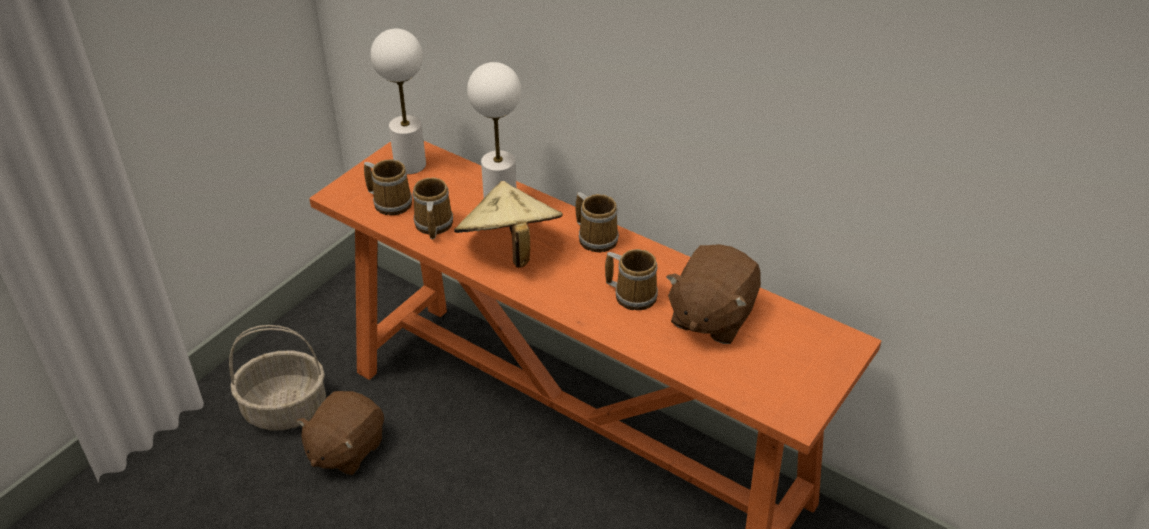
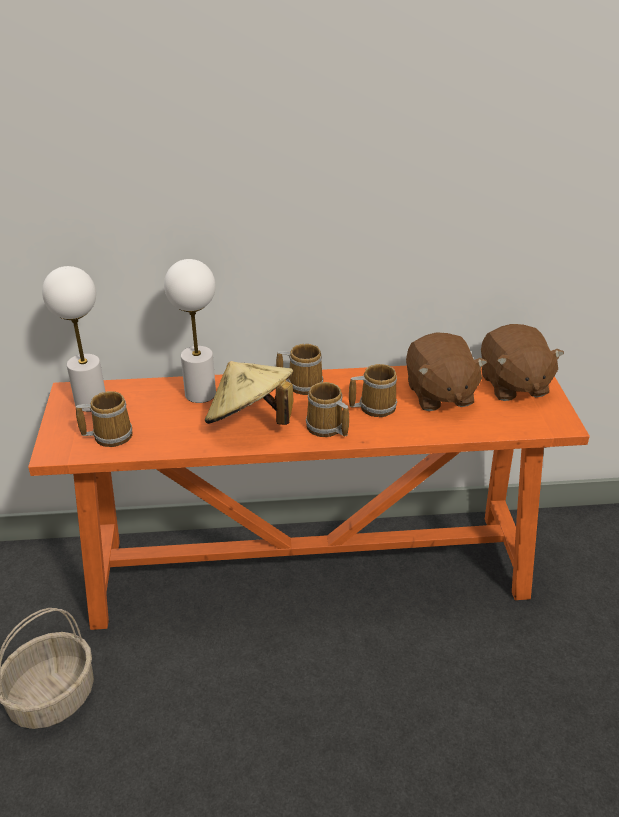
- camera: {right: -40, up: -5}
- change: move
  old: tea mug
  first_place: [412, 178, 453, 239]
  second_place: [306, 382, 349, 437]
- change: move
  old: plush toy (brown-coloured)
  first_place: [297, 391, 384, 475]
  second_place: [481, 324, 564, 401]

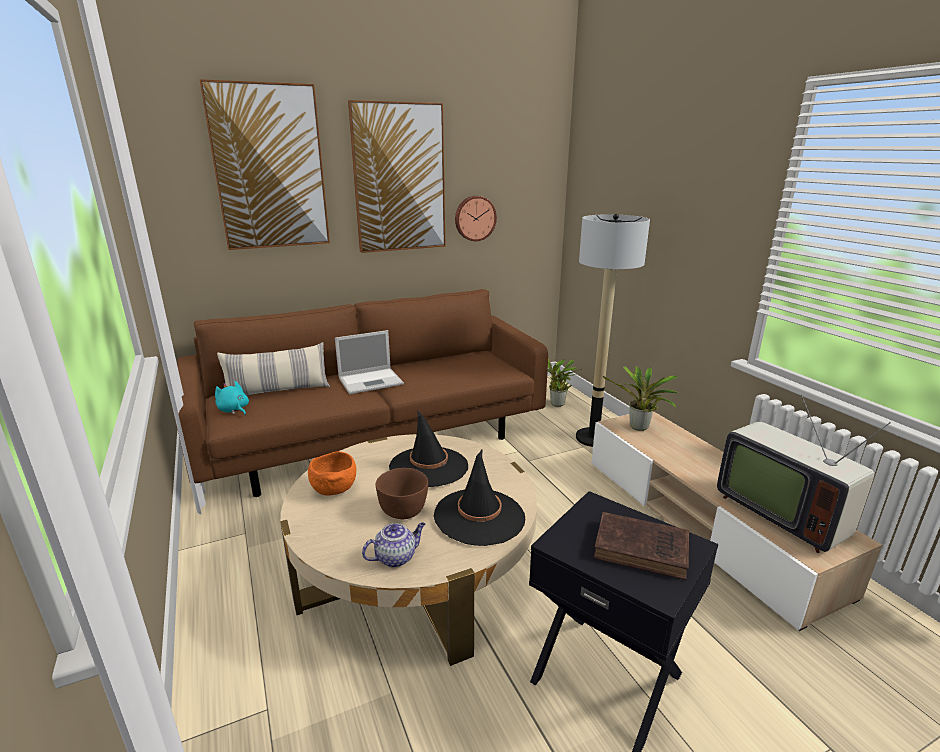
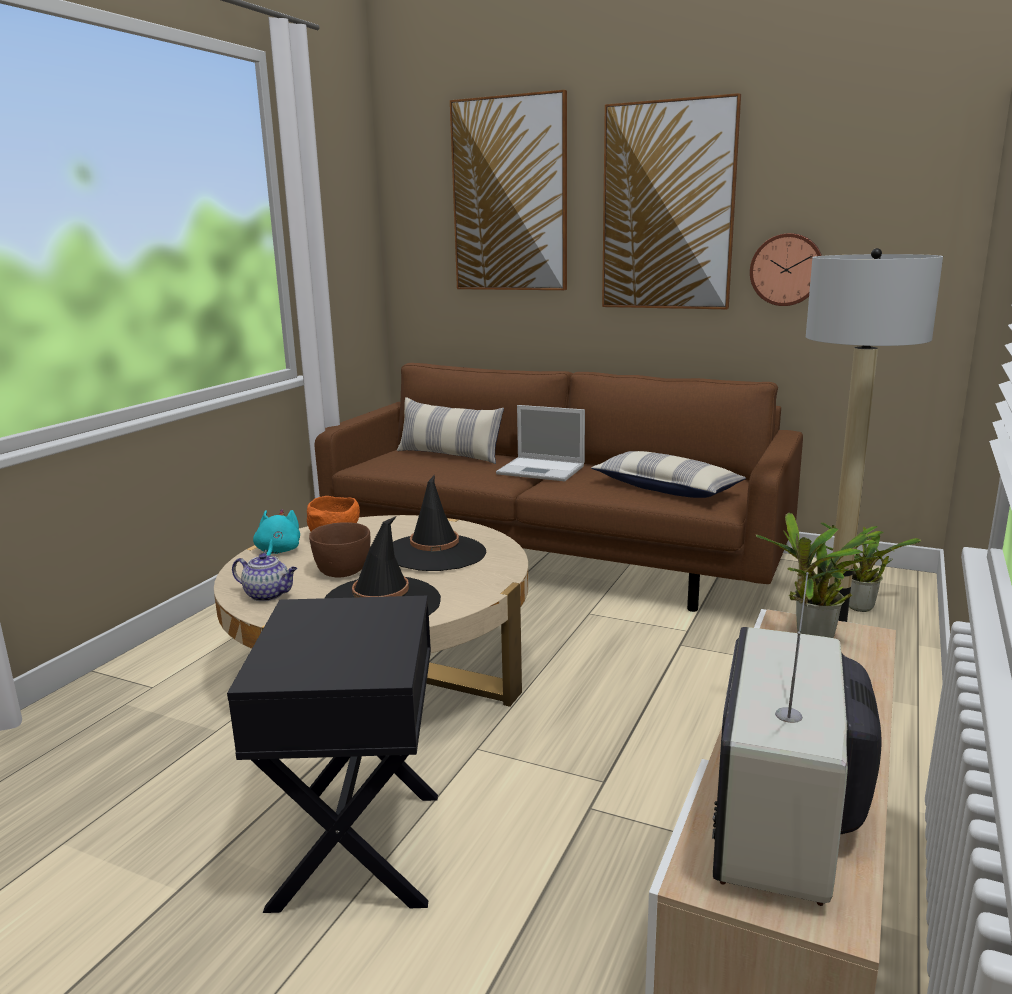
- camera: {right: 50, up: -5}
- change: move
  old: plush toy (blue-green)
  first_place: [215, 381, 249, 415]
  second_place: [253, 509, 300, 556]
- change: insert
  new: pillow
  second_place: [591, 451, 746, 498]
- change: delete
  old: bound book (brown-coloured)
  first_place: [594, 512, 689, 580]

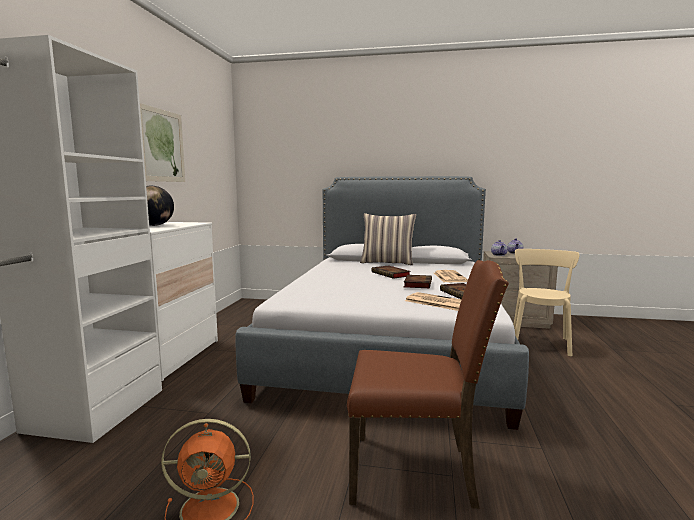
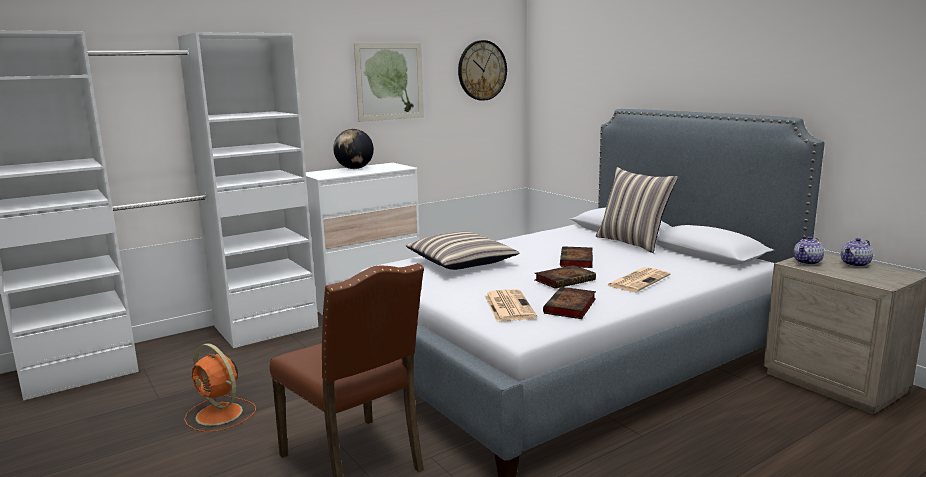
- camera: {right: 45, up: 5}
- change: insert
  new: pillow
  second_place: [406, 231, 520, 270]
- change: insert
  new: wall clock
  second_place: [458, 40, 507, 101]
- change: delete
  old: chair (beige)
  first_place: [513, 249, 579, 357]

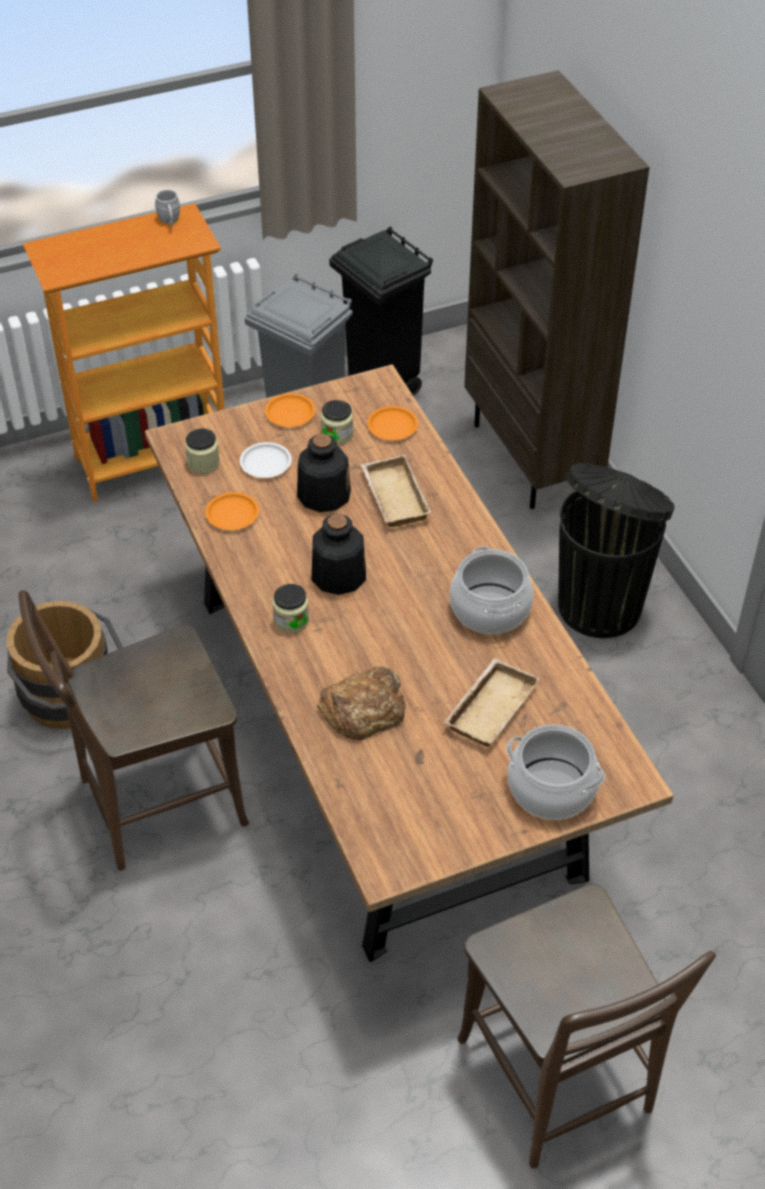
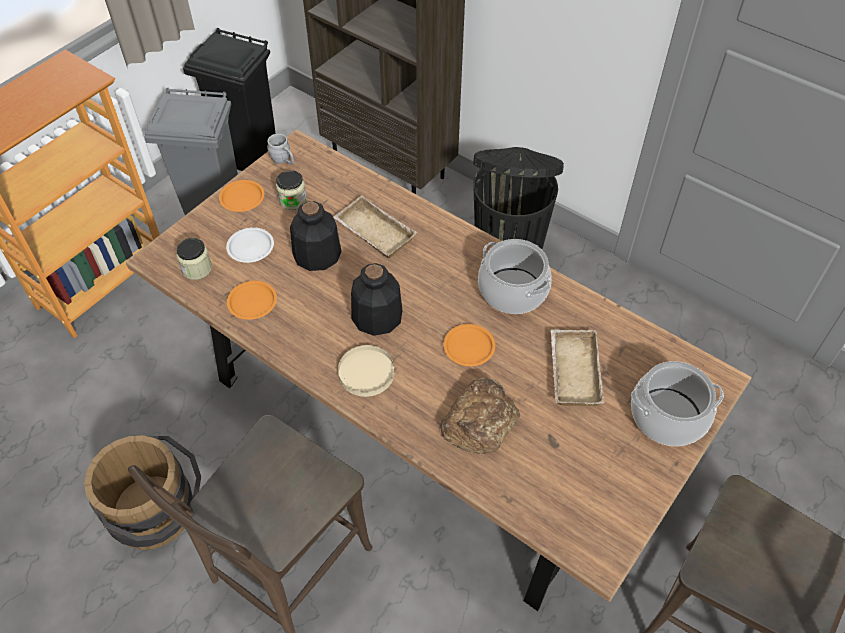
- camera: {right: -30, up: 5}
- change: move
  old: tea mug (grey)
  first_place: [155, 189, 180, 226]
  second_place: [267, 134, 294, 165]
- change: replace
  old: jar
  new: plate (beige)
  first_place: [273, 584, 309, 633]
  second_place: [338, 345, 395, 397]
- change: move
  old: plate (orange)
  first_place: [367, 406, 418, 440]
  second_place: [443, 324, 495, 366]

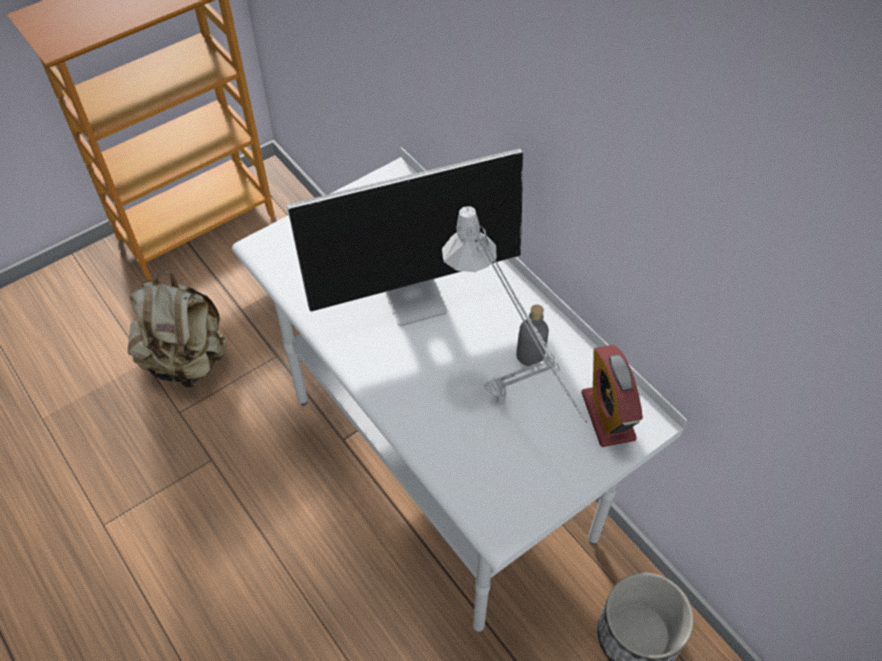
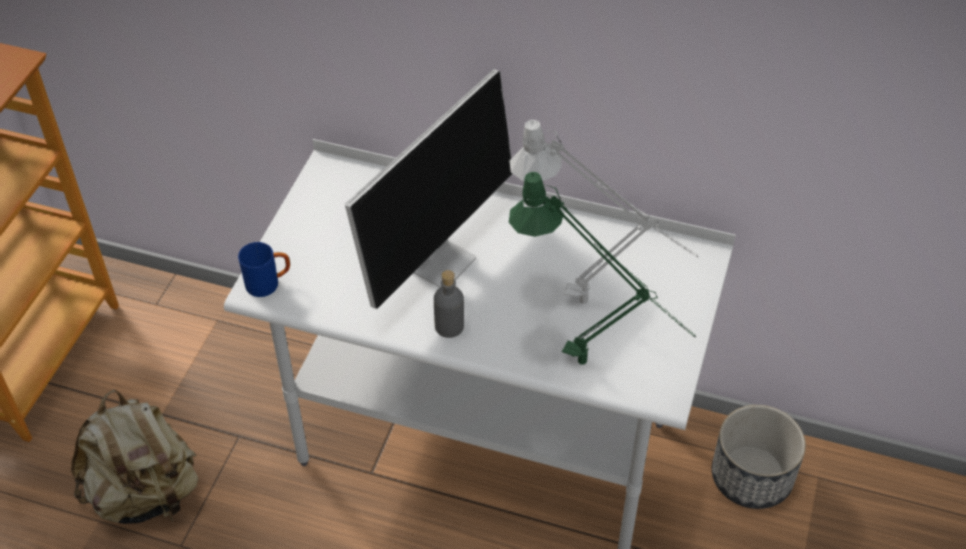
- camera: {right: -35, up: -5}
- change: insert
  new: tea mug (blue-coloured)
  second_place: [238, 242, 290, 297]
- change: move
  old: bottle (grey)
  first_place: [516, 305, 549, 366]
  second_place: [434, 270, 464, 338]
- change: insert
  new: table lamp (greenish)
  second_place: [509, 172, 696, 365]
- change: delete
  old: table clock
  first_place: [581, 345, 643, 447]

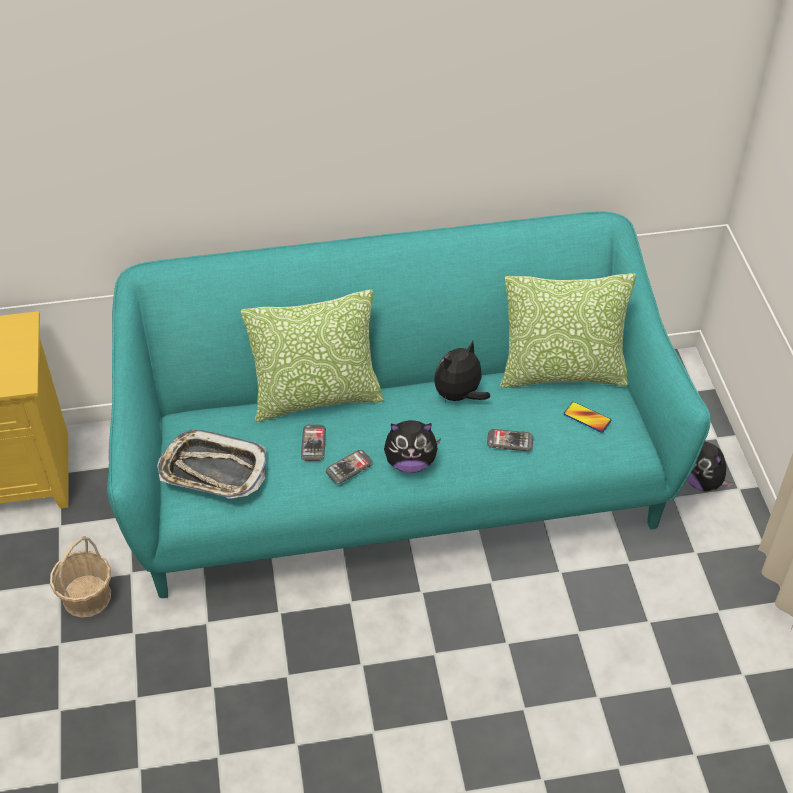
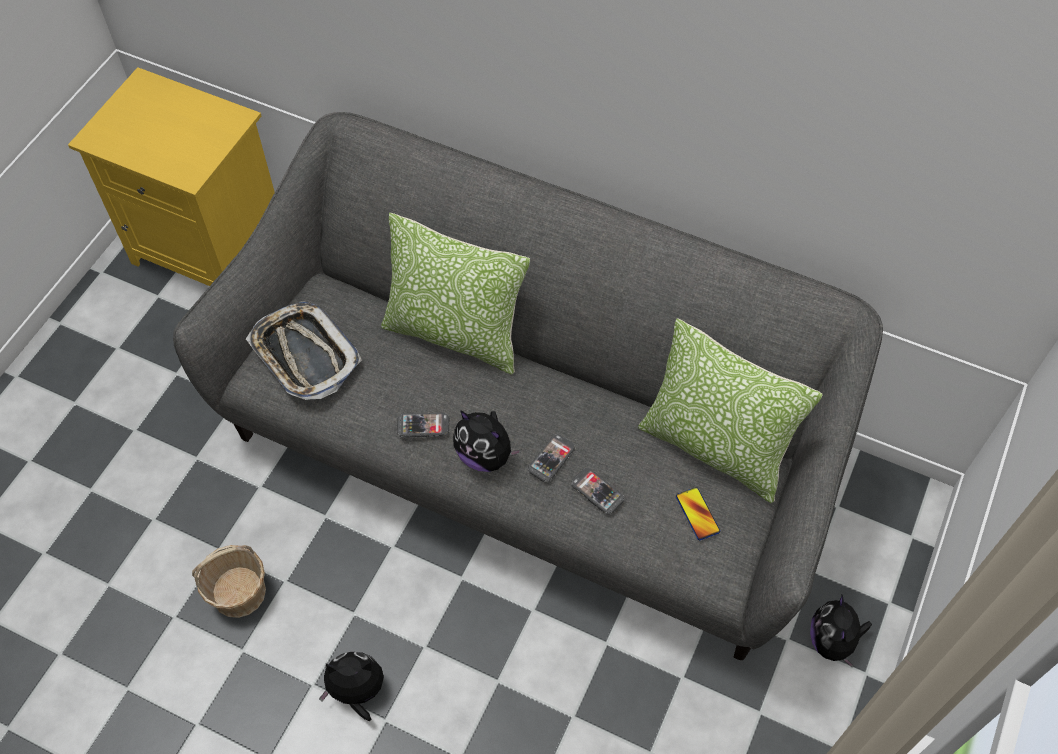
- camera: {right: 35, up: 10}
- change: recolor
  old: settee (blue-green)
  new: settee (grey)
  first_place: [107, 211, 710, 598]
  second_place: [173, 112, 883, 660]
- change: move
  old: basket
  first_place: [50, 536, 111, 618]
  second_place: [192, 545, 266, 618]
- change: move
  old: plush toy
  first_place: [434, 341, 490, 403]
  second_place: [319, 652, 384, 721]
- change: move
  old: handset
  first_place: [301, 425, 326, 461]
  second_place: [528, 434, 575, 482]

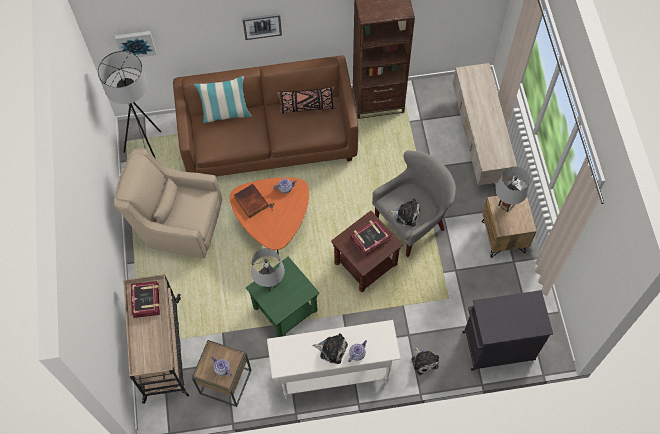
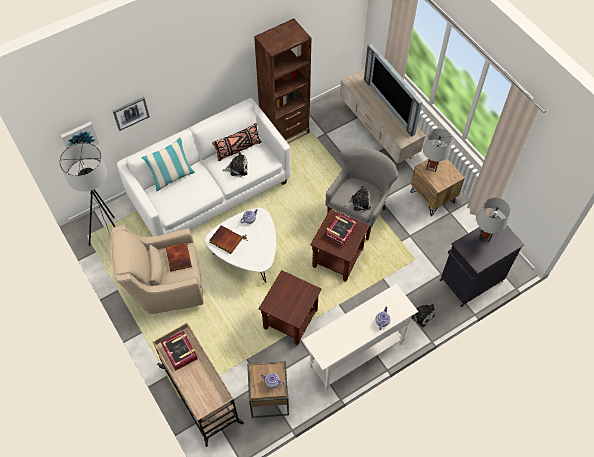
- camera: {right: -25, up: -5}
- change: move
  old: wall art
  first_place: [242, 13, 282, 40]
  second_place: [113, 97, 150, 131]
- change: recolor
  old: settee (brown-coloured)
  new: settee (white-coloured)
  first_place: [173, 56, 358, 176]
  second_place: [117, 98, 291, 236]
- change: insert
  new: bound book
  second_place: [166, 242, 192, 271]
- change: recolor
  old: low table (orange)
  new: low table (white-coloured)
  first_place: [230, 177, 309, 261]
  second_place: [205, 208, 276, 283]
- change: move
  old: plush toy
  first_place: [313, 333, 348, 364]
  second_place: [222, 152, 248, 177]
- change: recolor
  old: side table (greenish)
  new: side table (brown-coloured)
  first_place: [246, 257, 319, 337]
  second_place: [258, 270, 322, 345]
- change: insert
  new: TV set
  second_place: [364, 44, 422, 137]
- change: move
  old: table lamp (grey)
  first_place: [251, 248, 285, 292]
  second_place: [477, 198, 510, 242]

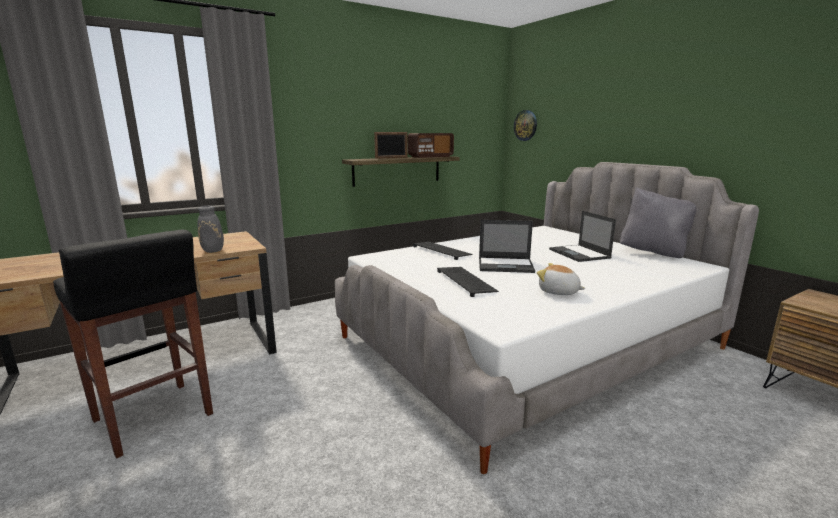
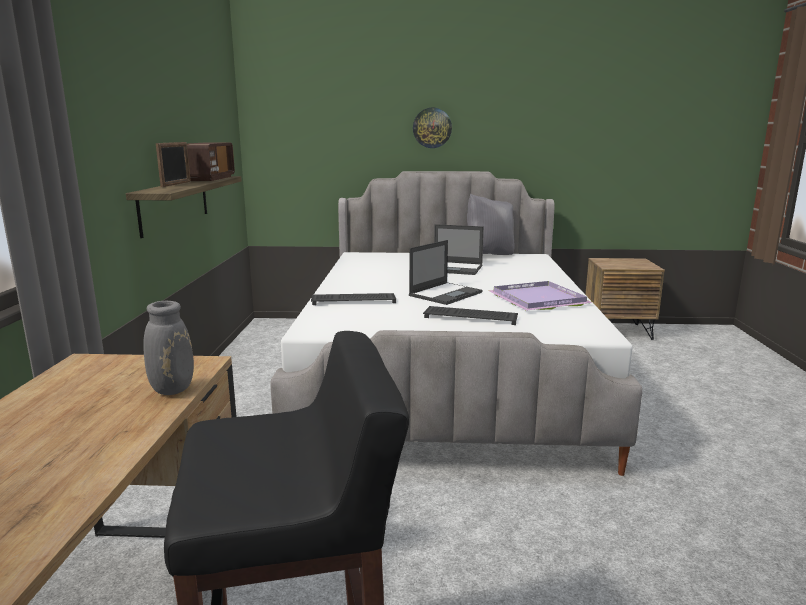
- camera: {right: -55, up: 0}
- change: move
  old: wall clock
  first_place: [514, 110, 537, 141]
  second_place: [413, 108, 452, 148]
- change: replace
  old: plush toy
  new: carrying tray (purple)
  first_place: [537, 263, 585, 295]
  second_place: [488, 281, 594, 311]

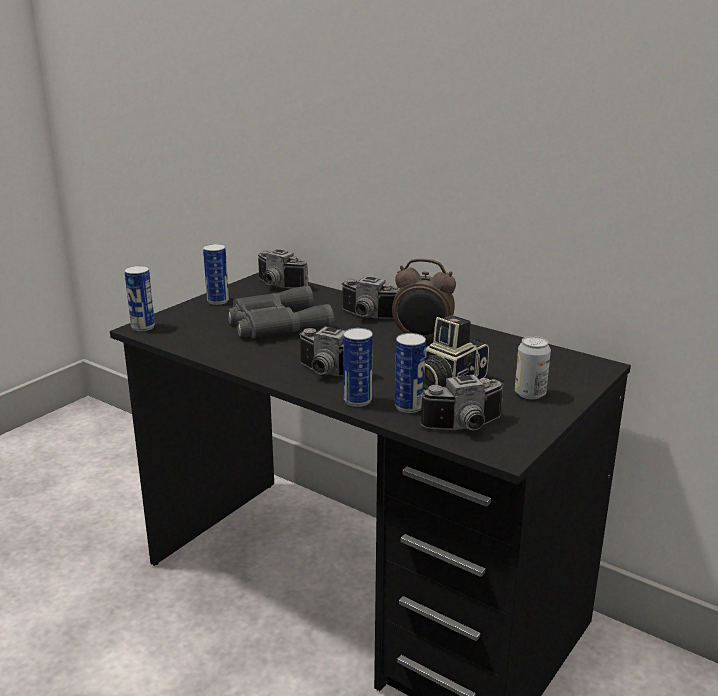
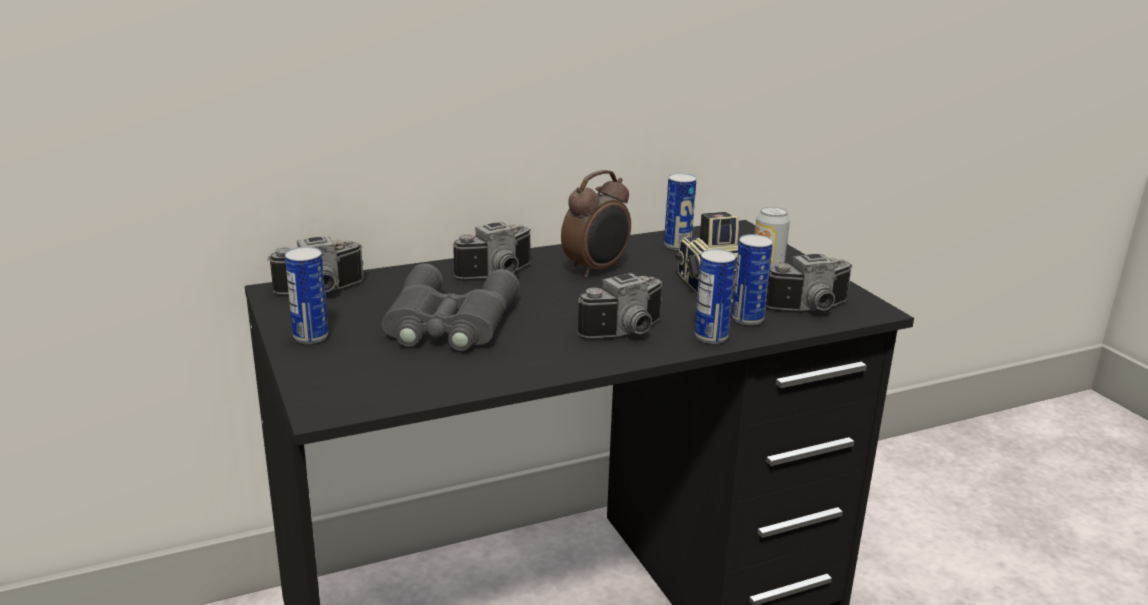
- camera: {right: -60, up: 0}
- change: move
  old: sealed can
  first_place: [124, 265, 155, 331]
  second_place: [664, 173, 697, 250]
- change: rotate
  old: photo camera
  first_place: [420, 374, 504, 430]
  second_place: [766, 254, 852, 311]
  degrees: 60

